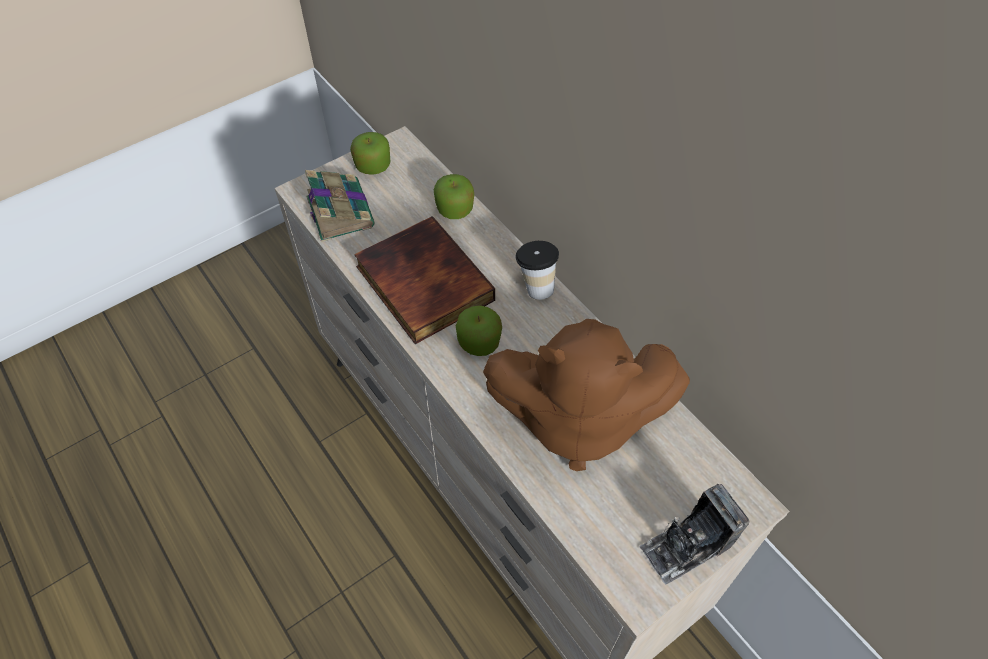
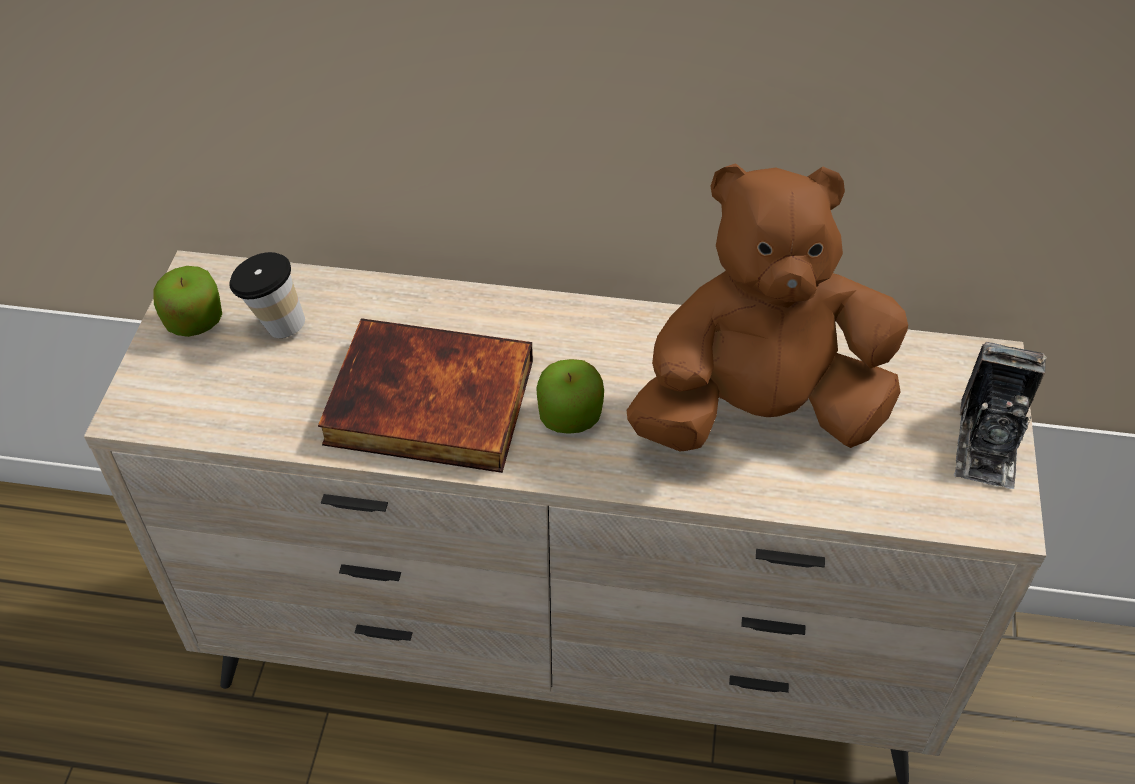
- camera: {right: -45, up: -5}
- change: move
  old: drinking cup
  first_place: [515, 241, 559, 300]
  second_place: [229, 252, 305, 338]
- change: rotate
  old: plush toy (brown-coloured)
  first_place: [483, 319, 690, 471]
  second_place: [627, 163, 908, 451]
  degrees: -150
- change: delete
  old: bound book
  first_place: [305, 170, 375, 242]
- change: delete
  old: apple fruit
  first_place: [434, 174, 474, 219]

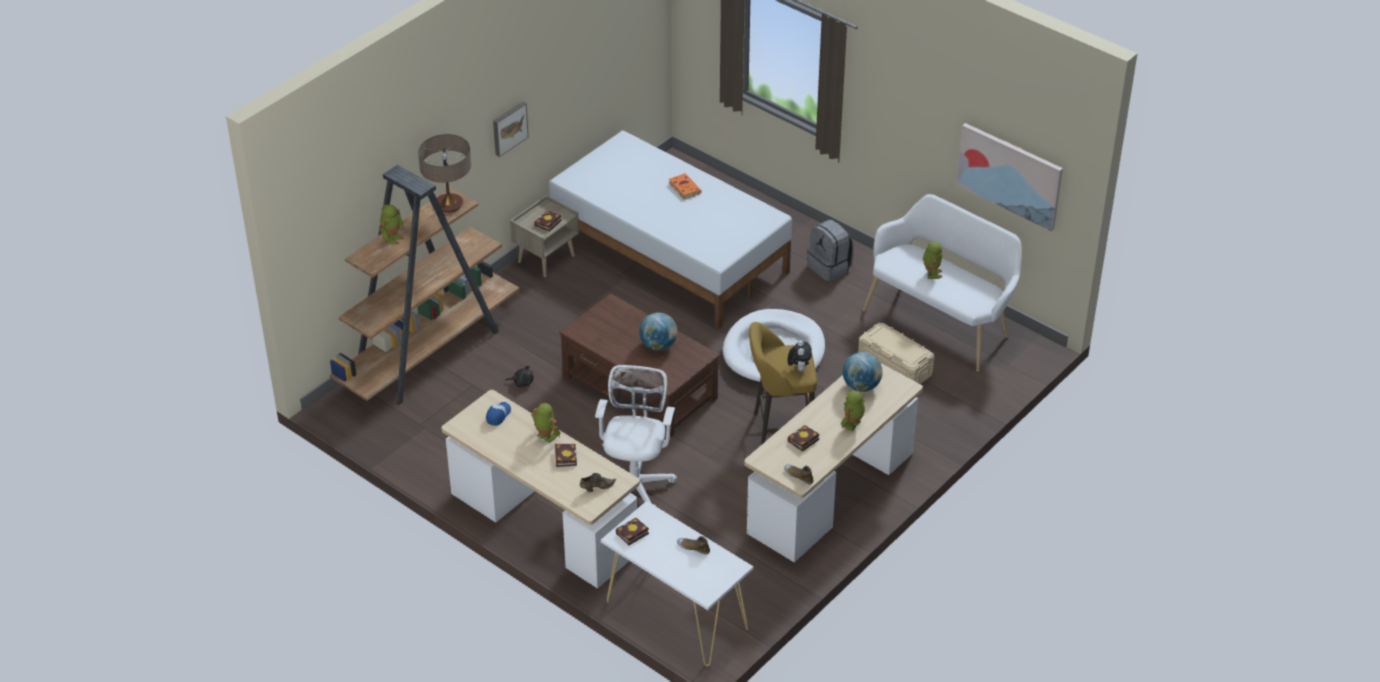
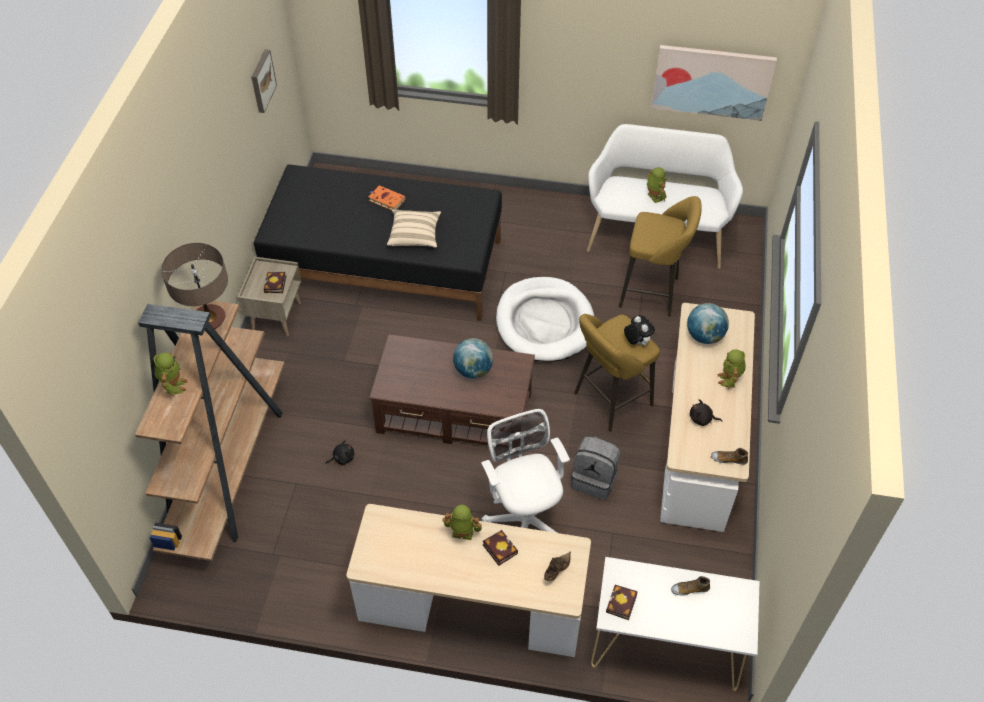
- camera: {right: -30, up: 10}
- change: move
  old: wall art
  first_place: [493, 101, 529, 157]
  second_place: [251, 49, 277, 113]
- change: recolor
  old: bed (white-coloured)
  new: bed (blackish)
  first_place: [549, 130, 792, 329]
  second_place: [254, 164, 502, 321]
- change: insert
  new: pillow (beige)
  second_place: [387, 210, 441, 248]
- change: move
  old: backpack (grey)
  first_place: [807, 220, 854, 281]
  second_place: [571, 436, 621, 500]
- change: replace
  old: storage container (beige)
  new: stool seat (yellowish)
  first_place: [858, 323, 934, 384]
  second_place: [619, 196, 702, 317]
- change: replace
  old: bound book
  new: plush toy (blackish)
  first_place: [788, 425, 819, 452]
  second_place: [690, 399, 722, 426]
- change: delete
  old: baseball cap
  first_place: [486, 402, 511, 426]

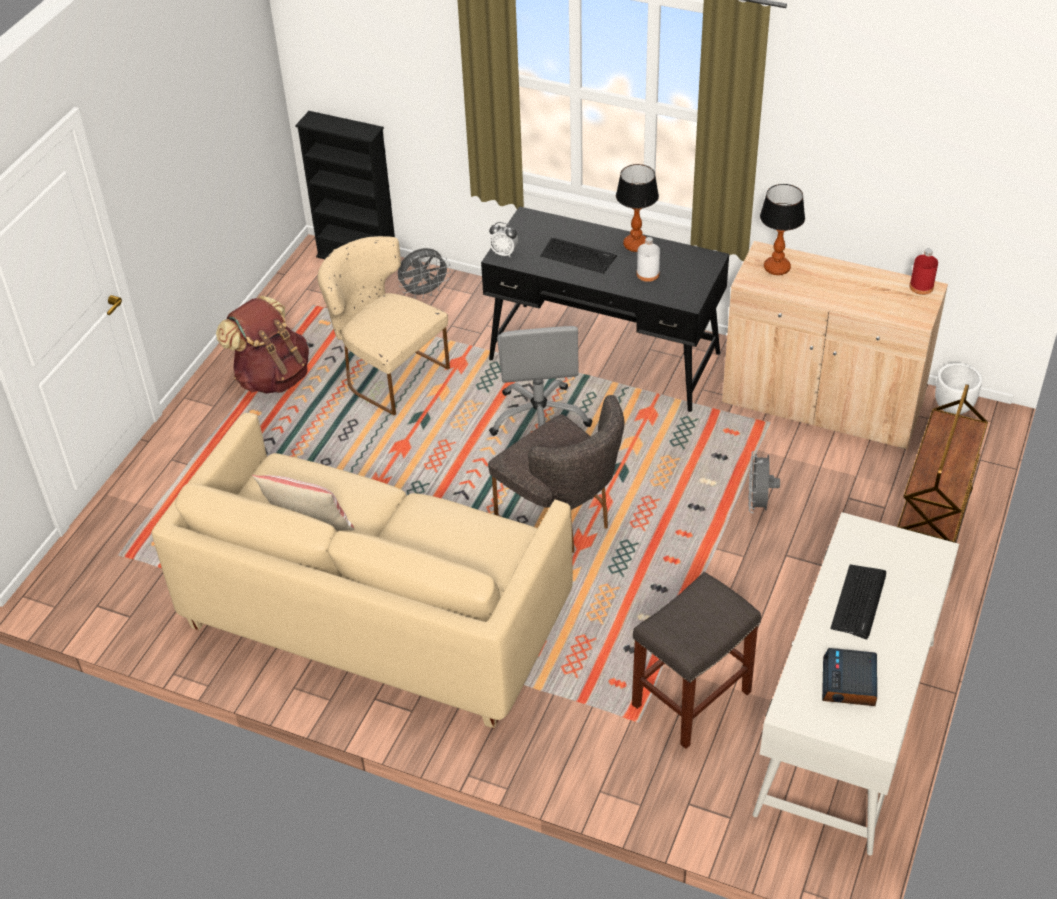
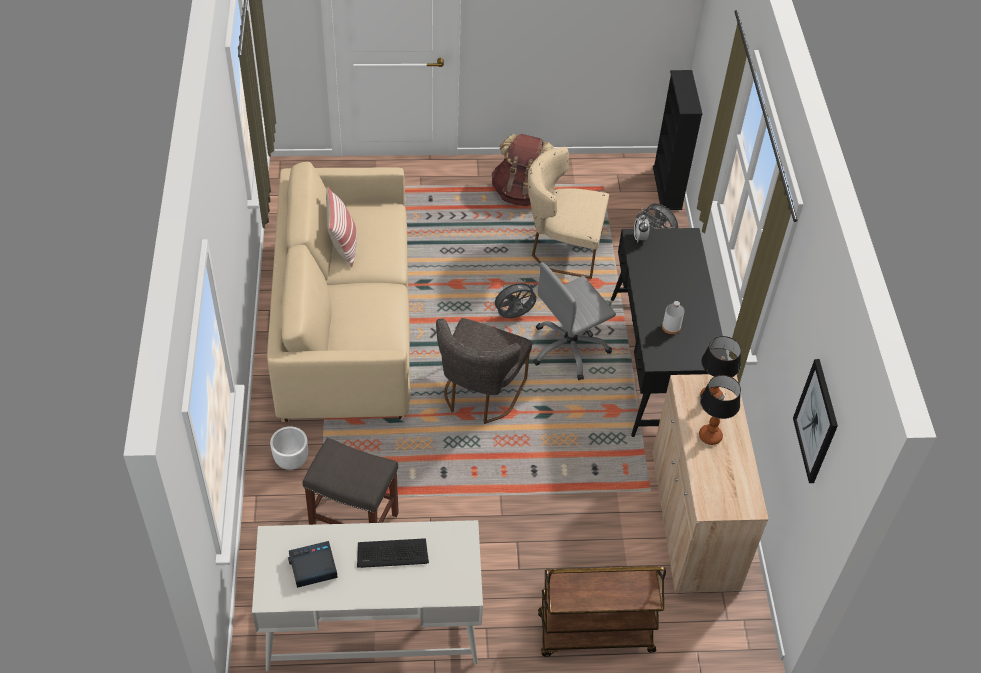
- camera: {right: 60, up: 5}
- change: move
  old: flower pot (white-coloured)
  first_place: [935, 363, 982, 414]
  second_place: [270, 426, 308, 470]
- change: move
  old: electric fan (grey)
  first_place: [748, 451, 780, 513]
  second_place: [492, 280, 536, 318]
- change: rotate
  old: chair (beige)
  first_place: [318, 236, 450, 416]
  second_place: [528, 147, 609, 279]
  degrees: -90
- change: move
  old: table lamp
  first_place: [616, 164, 659, 252]
  second_place: [699, 375, 741, 445]
- change: insert
  new: wall art
  second_place: [793, 359, 838, 483]
- change: delete
  old: computer keyboard
  first_place: [540, 238, 617, 274]
- change: delete
  old: bottle (red-coloured)
  first_place: [909, 248, 938, 295]

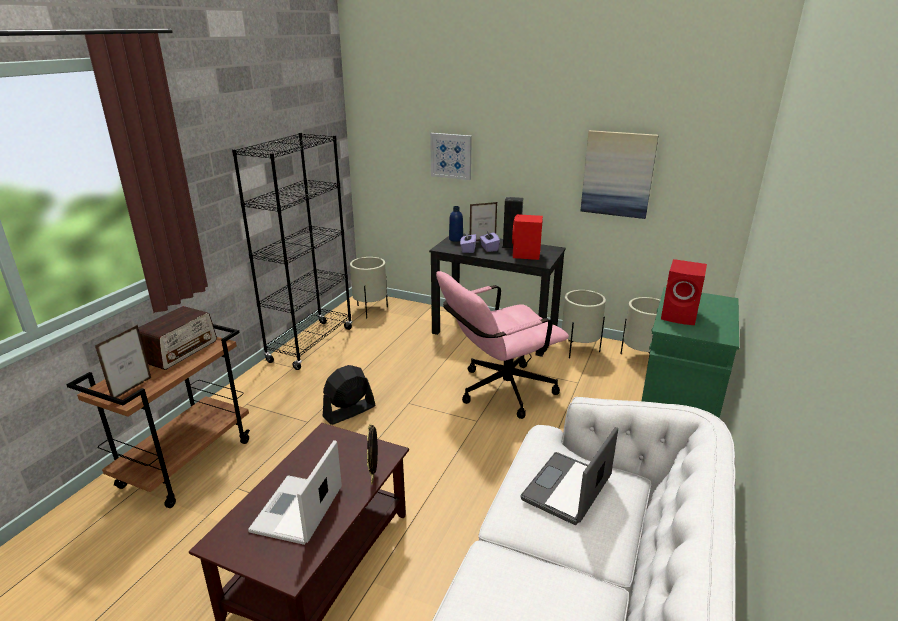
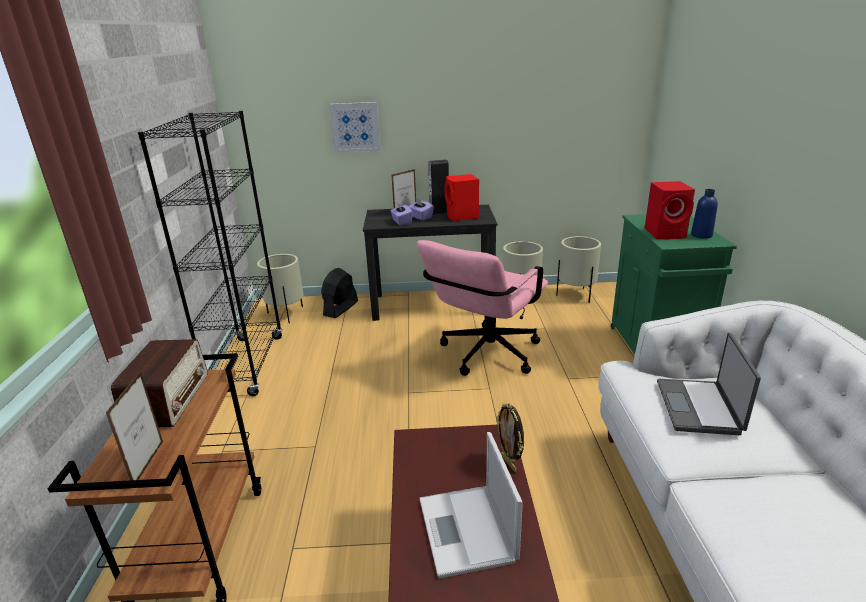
- camera: {right: -25, up: 0}
- change: move
  old: electric fan (blackish)
  first_place: [323, 365, 375, 425]
  second_place: [321, 268, 358, 318]
- change: move
  old: bottle (blue-coloured)
  first_place: [449, 206, 463, 242]
  second_place: [691, 189, 718, 239]
- change: delete
  old: wall art
  first_place: [580, 130, 659, 219]

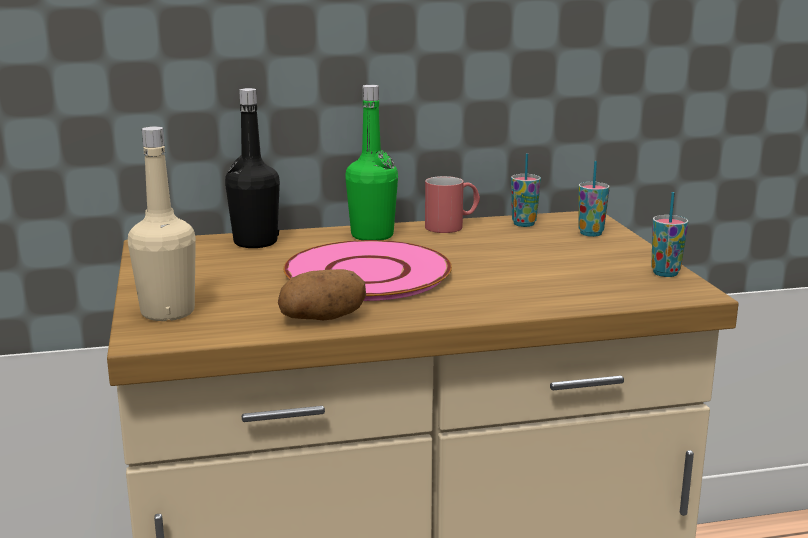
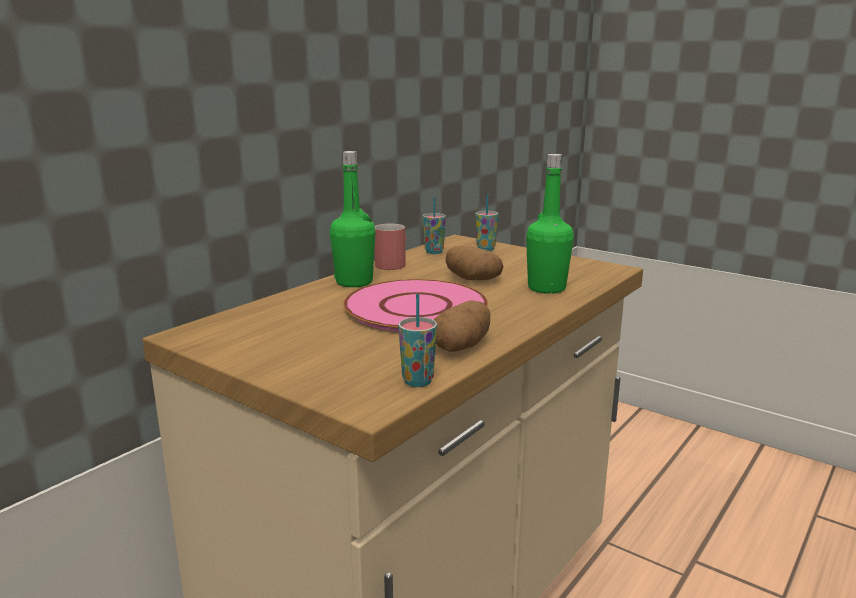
- camera: {right: -40, up: 0}
- change: move
  old: drinking cup
  first_place: [651, 192, 689, 277]
  second_place: [398, 294, 437, 387]
- change: insert
  new: whole potato
  second_place: [446, 246, 504, 280]
- change: insert
  new: bottle (greenish)
  second_place: [526, 154, 574, 294]
- change: delete
  old: bottle (beige)
  first_place: [128, 126, 196, 321]
- change: delete
  old: bottle (blackish)
  first_place: [225, 88, 280, 248]

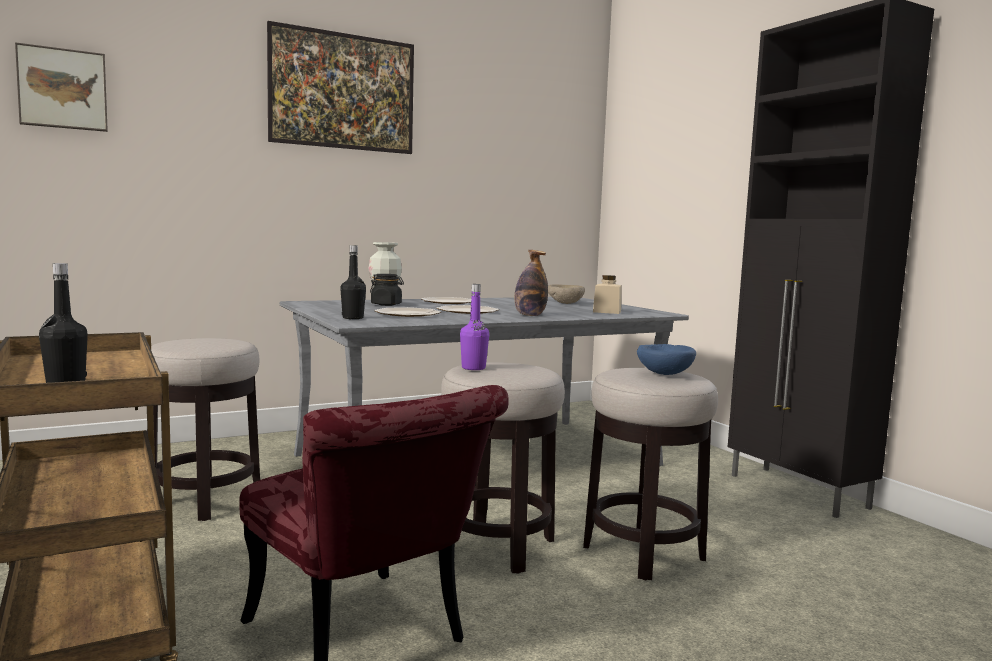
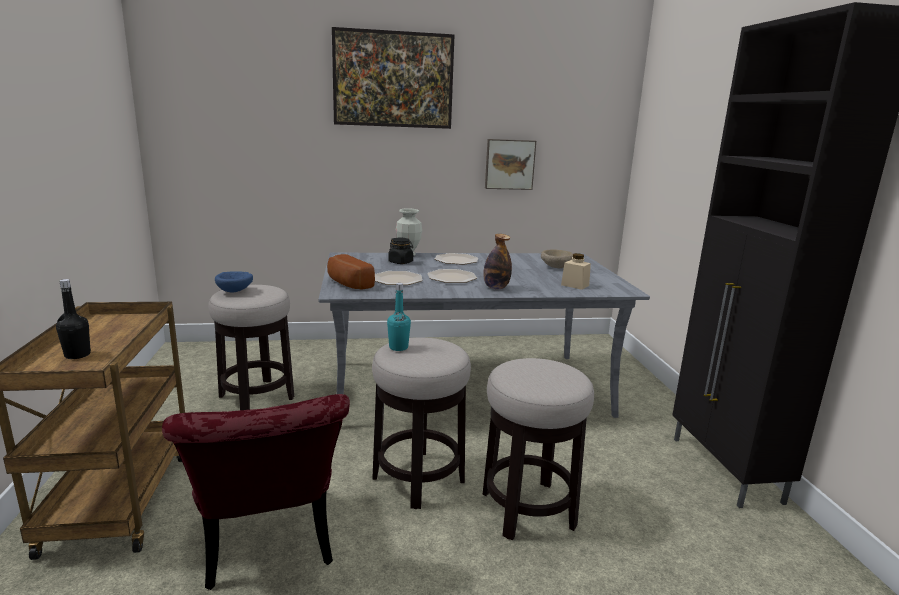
- camera: {right: 20, up: 10}
- change: move
  old: bowl (blue-coloured)
  first_place: [637, 344, 696, 375]
  second_place: [215, 271, 253, 292]
- change: replace
  old: bottle (blackish)
  new: bakery bread
  first_place: [340, 245, 366, 319]
  second_place: [327, 254, 375, 290]
- change: recolor
  old: bottle (purple)
  new: bottle (blue-green)
  first_place: [460, 284, 489, 370]
  second_place: [387, 283, 411, 351]
- change: move
  old: wall art
  first_place: [15, 42, 108, 132]
  second_place: [485, 139, 536, 190]

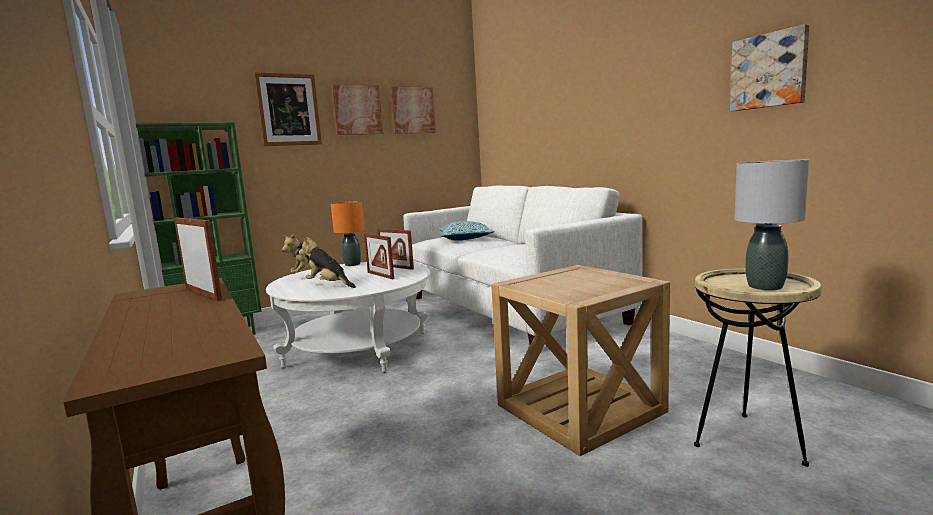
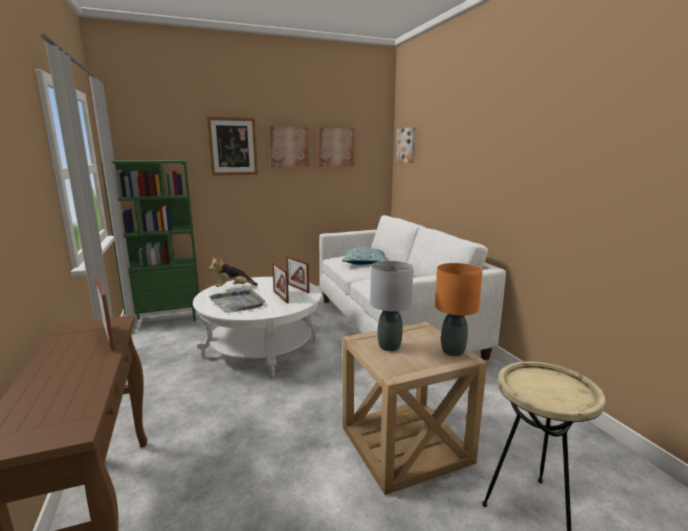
- camera: {right: 10, up: 5}
- change: replace
  old: plush toy
  new: carrying tray (grey)
  first_place: [299, 237, 356, 288]
  second_place: [209, 288, 265, 313]
- change: move
  old: table lamp (grey)
  first_place: [734, 160, 809, 290]
  second_place: [370, 261, 414, 351]
- change: move
  old: wall art
  first_place: [730, 24, 809, 111]
  second_place: [396, 127, 416, 163]
- change: move
  old: table lamp (orange)
  first_place: [331, 201, 365, 266]
  second_place: [435, 263, 483, 356]

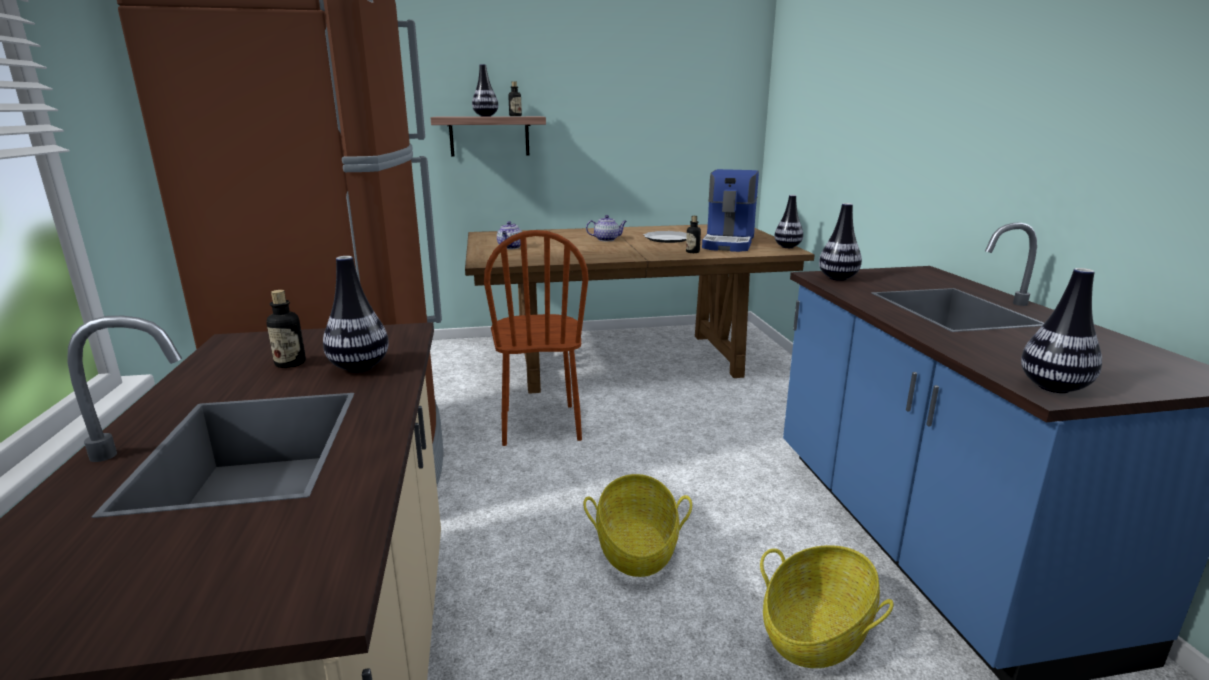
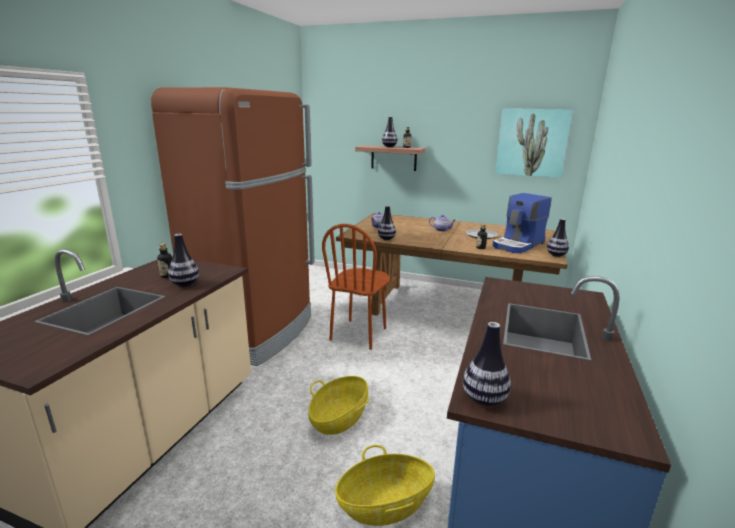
- camera: {right: 30, up: 0}
- change: move
  old: decorative vase
  first_place: [819, 203, 862, 281]
  second_place: [378, 206, 396, 240]
- change: insert
  new: wall art
  second_place: [495, 109, 573, 178]

